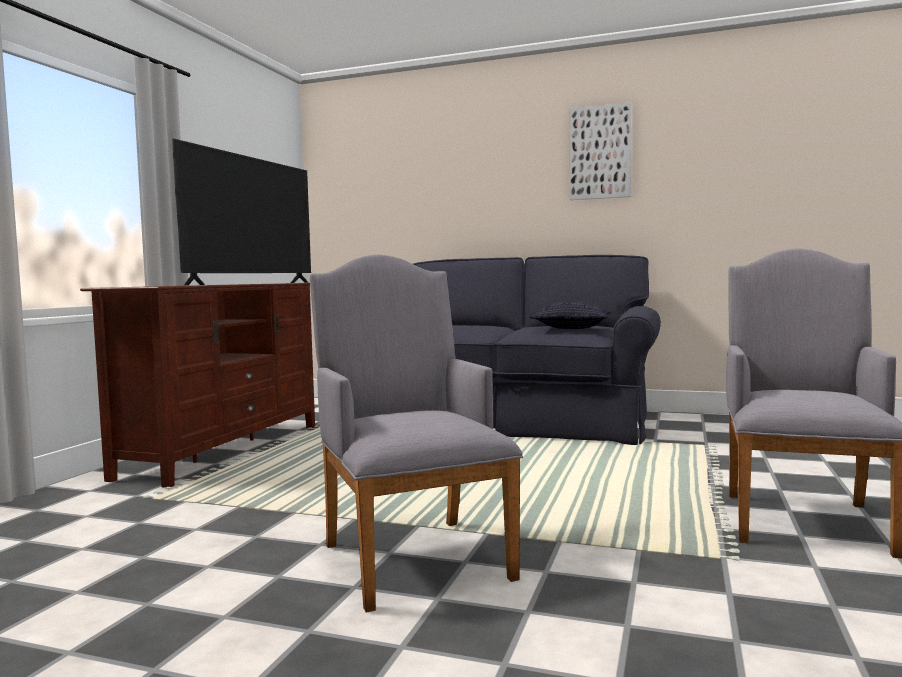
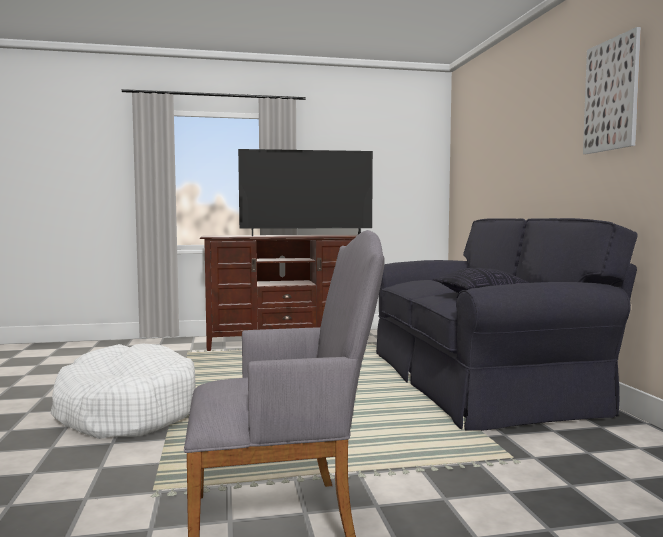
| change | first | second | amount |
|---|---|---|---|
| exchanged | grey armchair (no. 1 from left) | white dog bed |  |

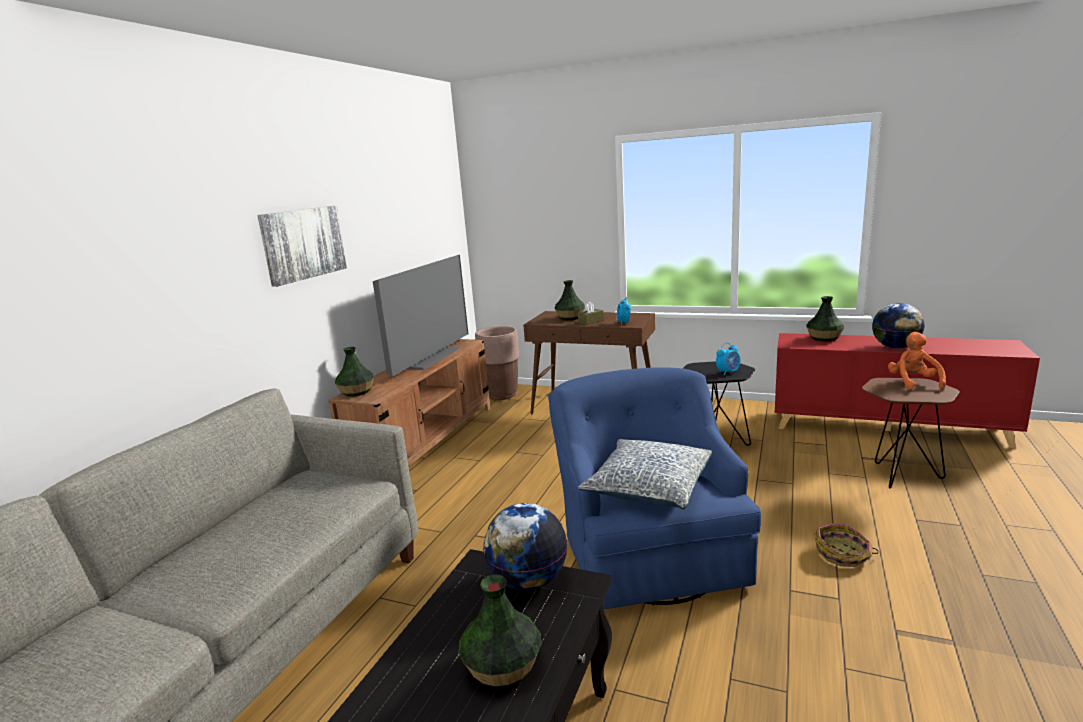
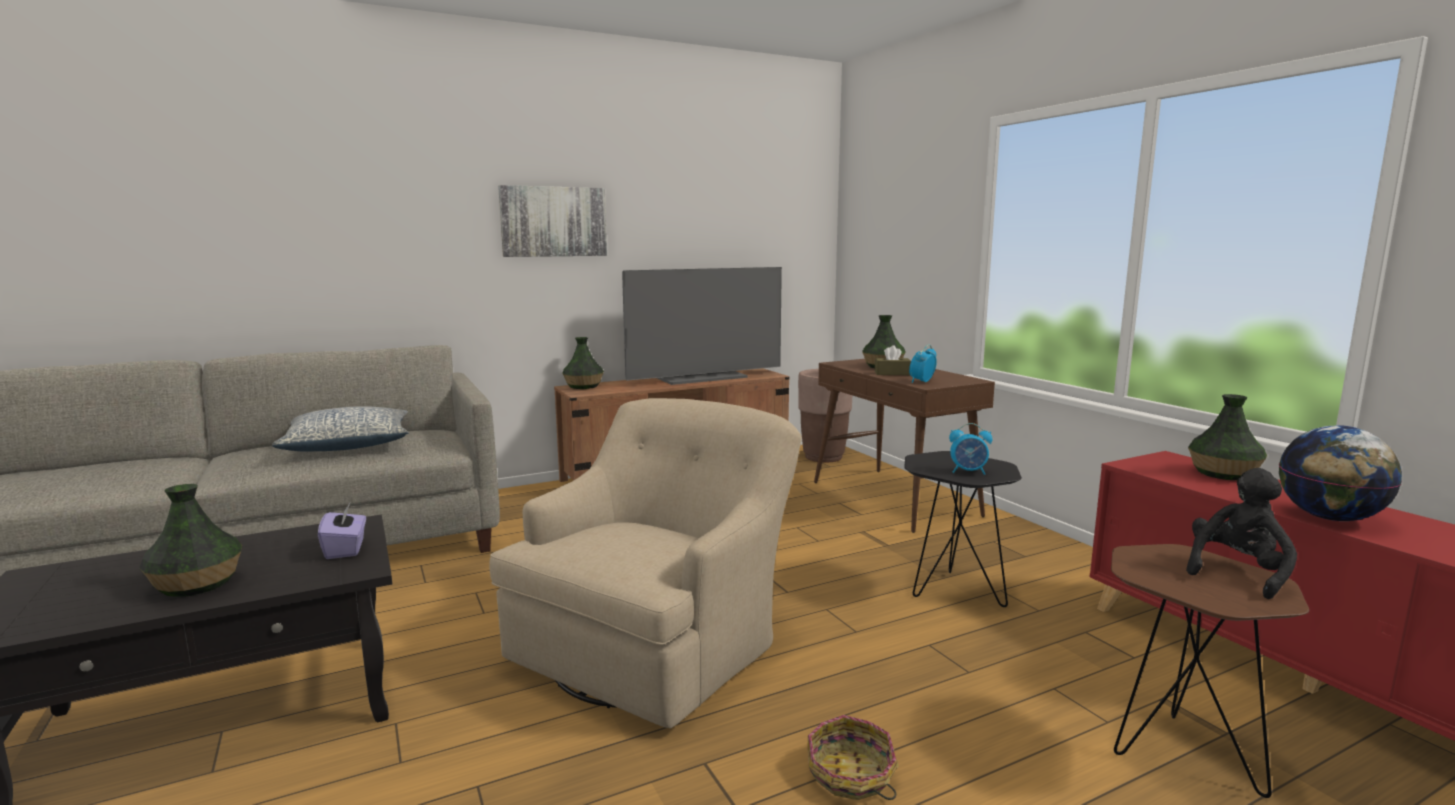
| change | first | second | amount |
|---|---|---|---|
| relocated | pillow |  |  |
| exchanged | globe (no. 1 from left) | purple tissue box |  |
| colour | blue armchair | beige armchair |  |
| colour | orange plush toy | black plush toy |  |

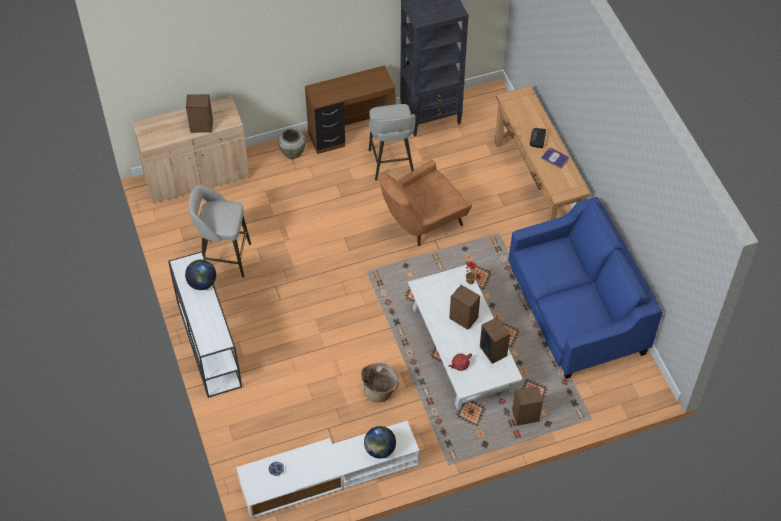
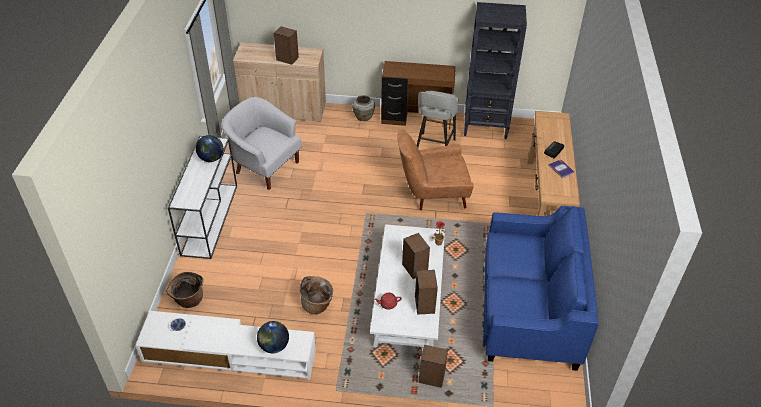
| change | first | second | amount |
|---|---|---|---|
| appeared |  | basket (no. 1 from left) |  |
| exchanged | grey stool (no. 1 from left) | white armchair |  |

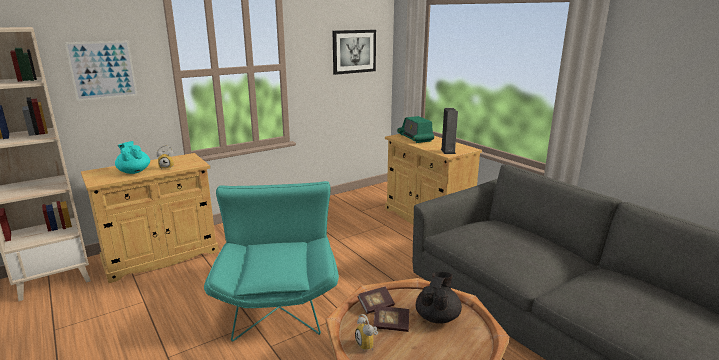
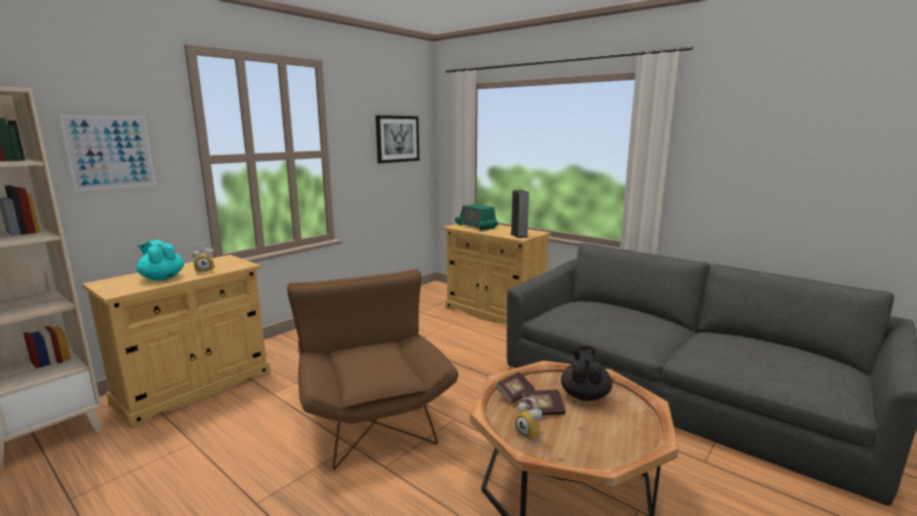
| change | first | second | amount |
|---|---|---|---|
| colour | turquoise armchair | brown armchair |  |

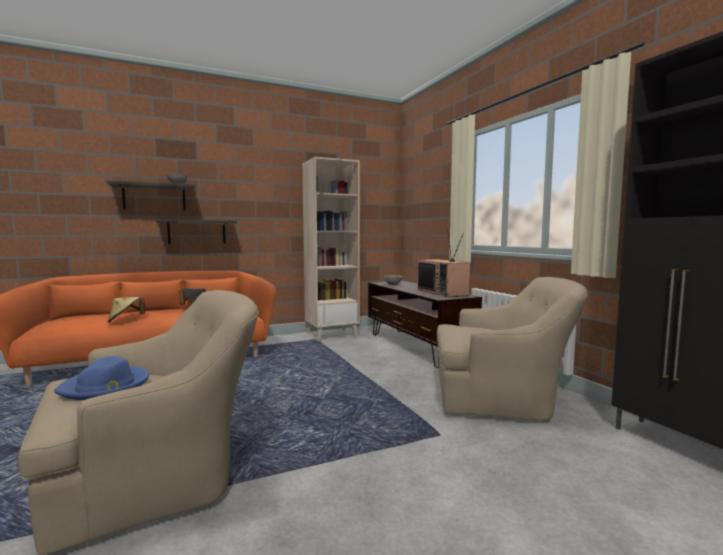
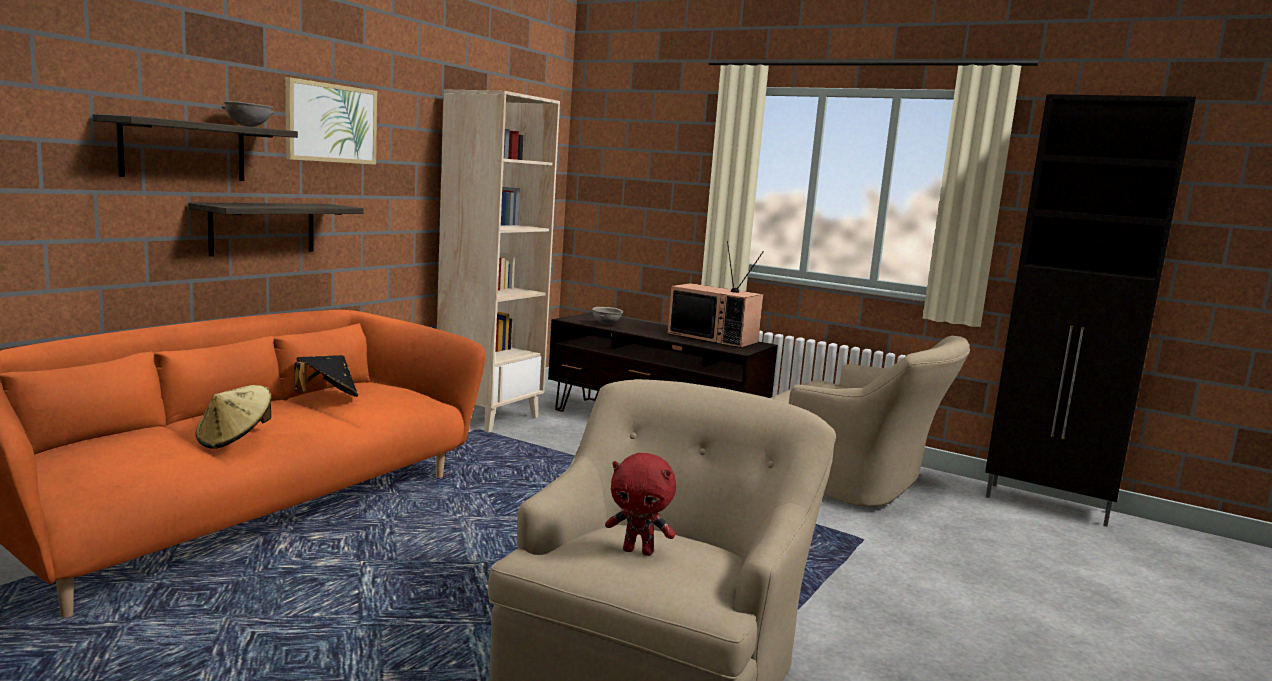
| change | first | second | amount |
|---|---|---|---|
| appeared |  | picture |  |
| exchanged | blue hat | red plush toy |  |
| spun | beige armchair (no. 2 from left) |  | 60 degrees clockwise |

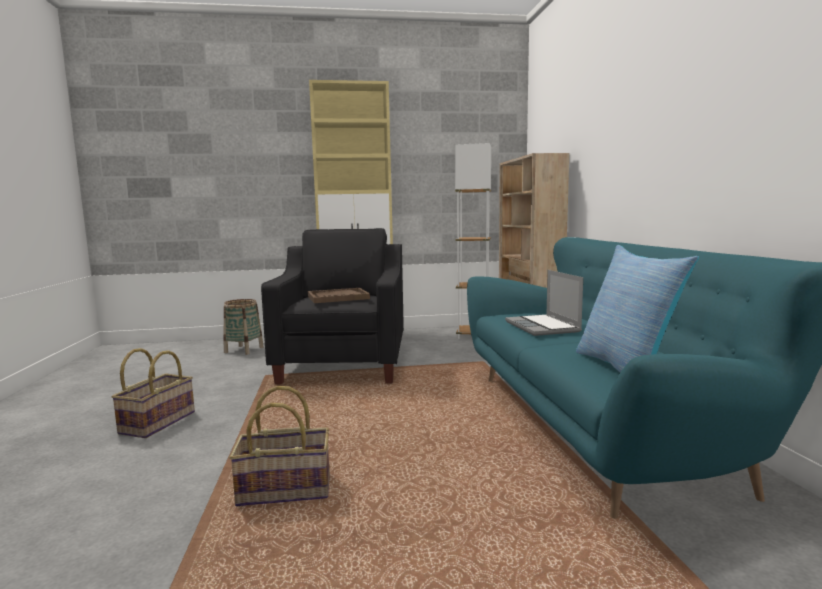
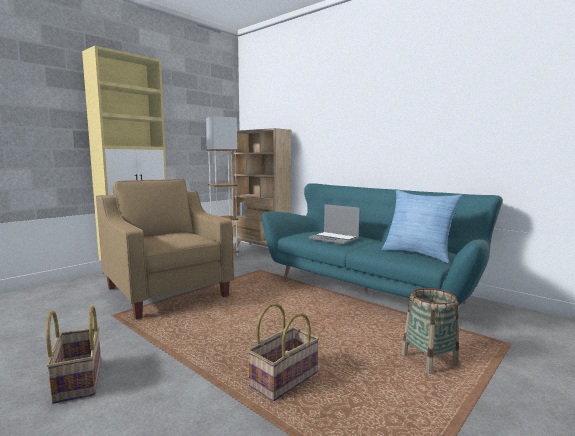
| change | first | second | amount |
|---|---|---|---|
| colour | black armchair | beige armchair |  |
| relocated | basket (no. 2 from left in the first image) | basket (no. 3 from left) |  |
| missing | brown tray |  |  |

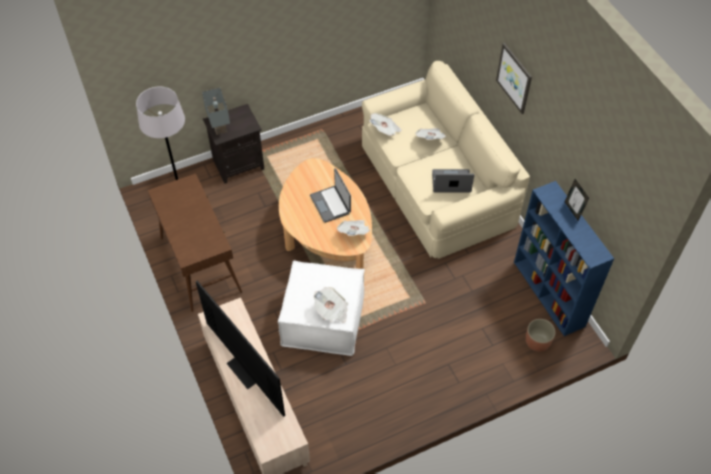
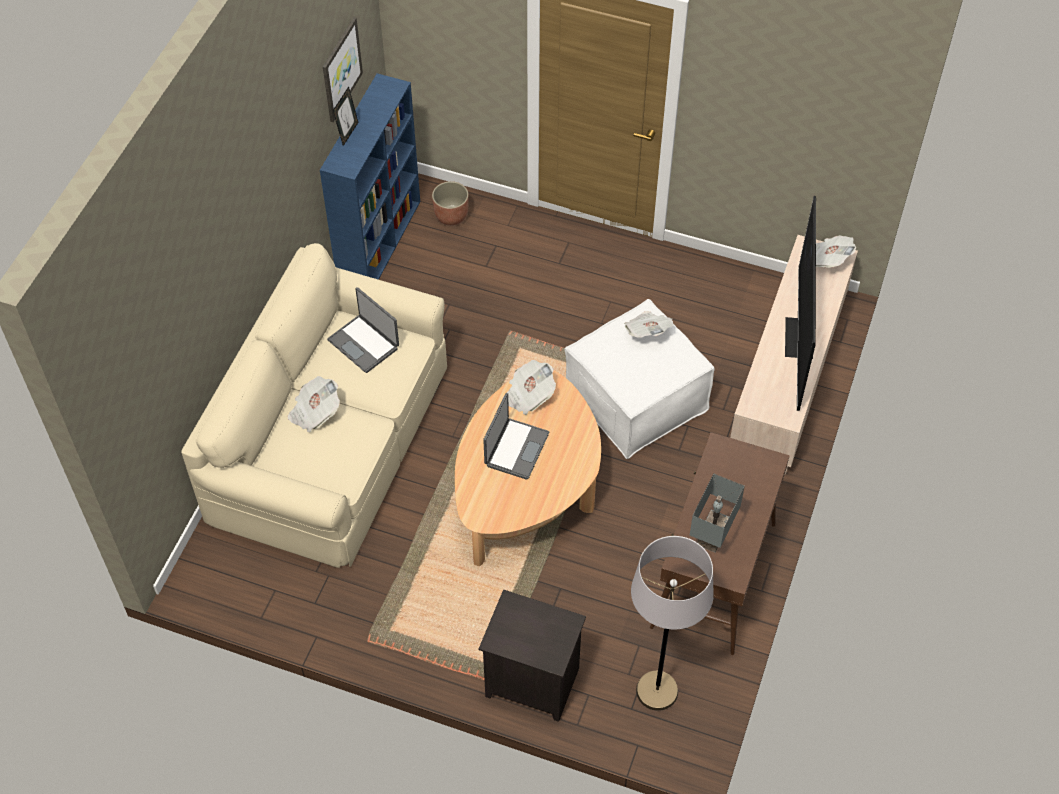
| change | first | second | amount |
|---|---|---|---|
| relocated | picture |  |  |
| relocated | grey table lamp |  |  |
| relocated | newspaper (no. 3 from left in the first image) | newspaper (no. 4 from left) |  |

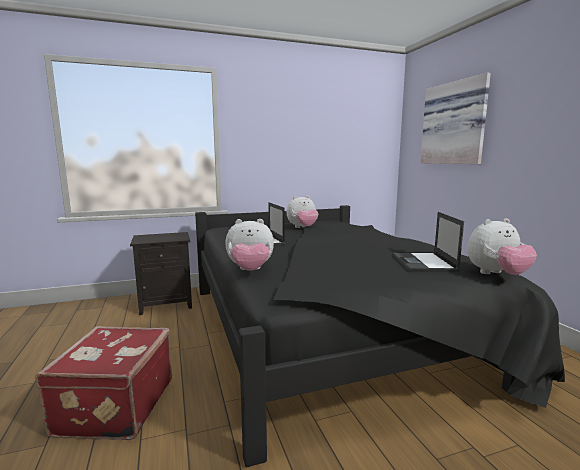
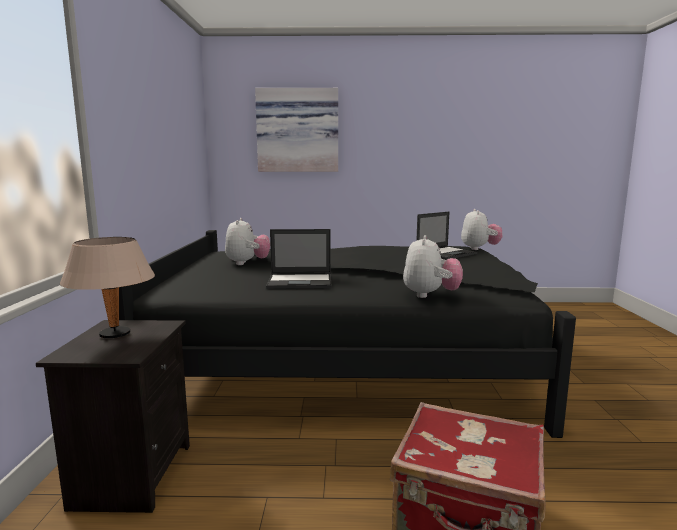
| change | first | second | amount |
|---|---|---|---|
| appeared |  | beige table lamp |  |
| spun | laptop (no. 2 from left) |  | 60 degrees counterclockwise |

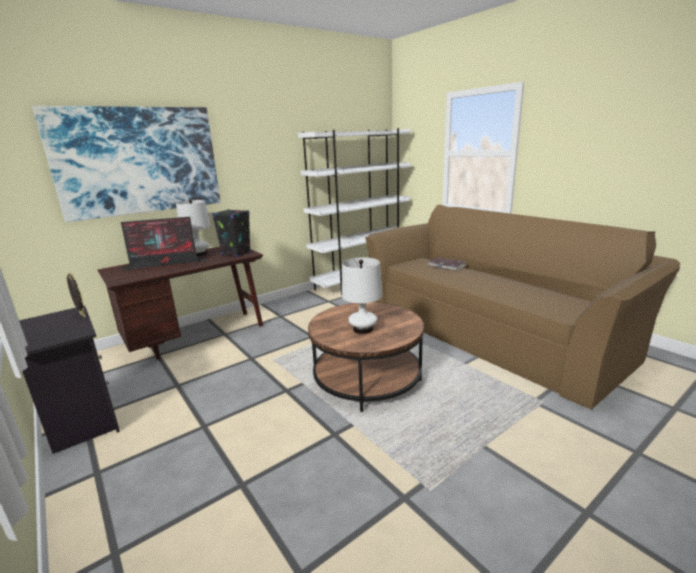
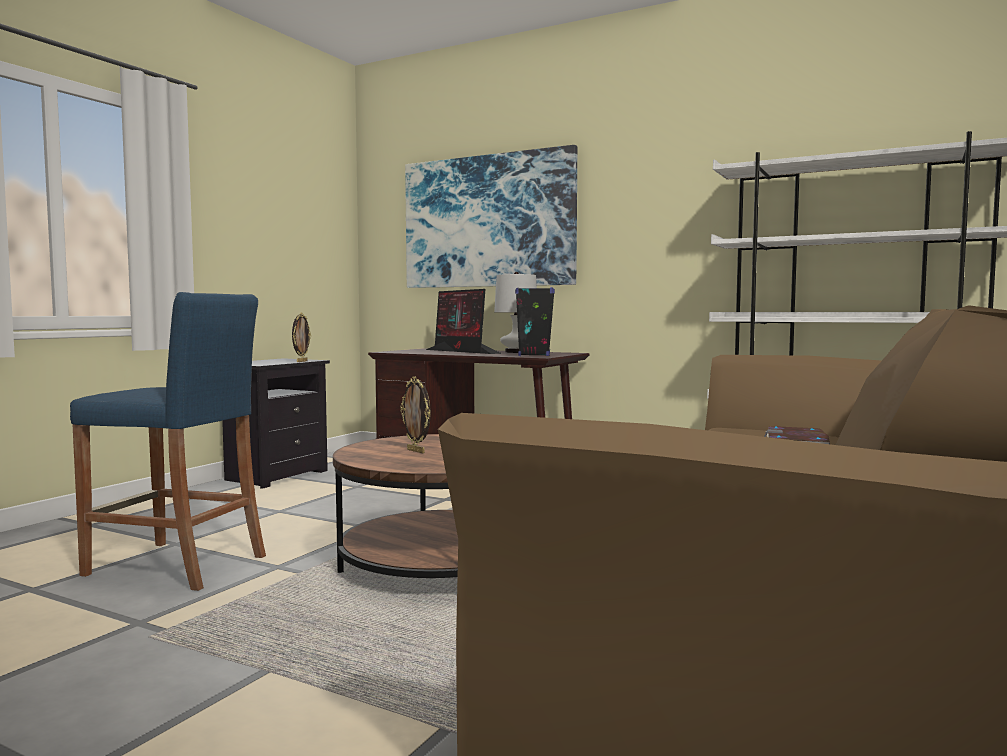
| change | first | second | amount |
|---|---|---|---|
| appeared |  | blue stool |  |
| exchanged | white table lamp (no. 2 from left) | picture frame (no. 2 from left) |  |

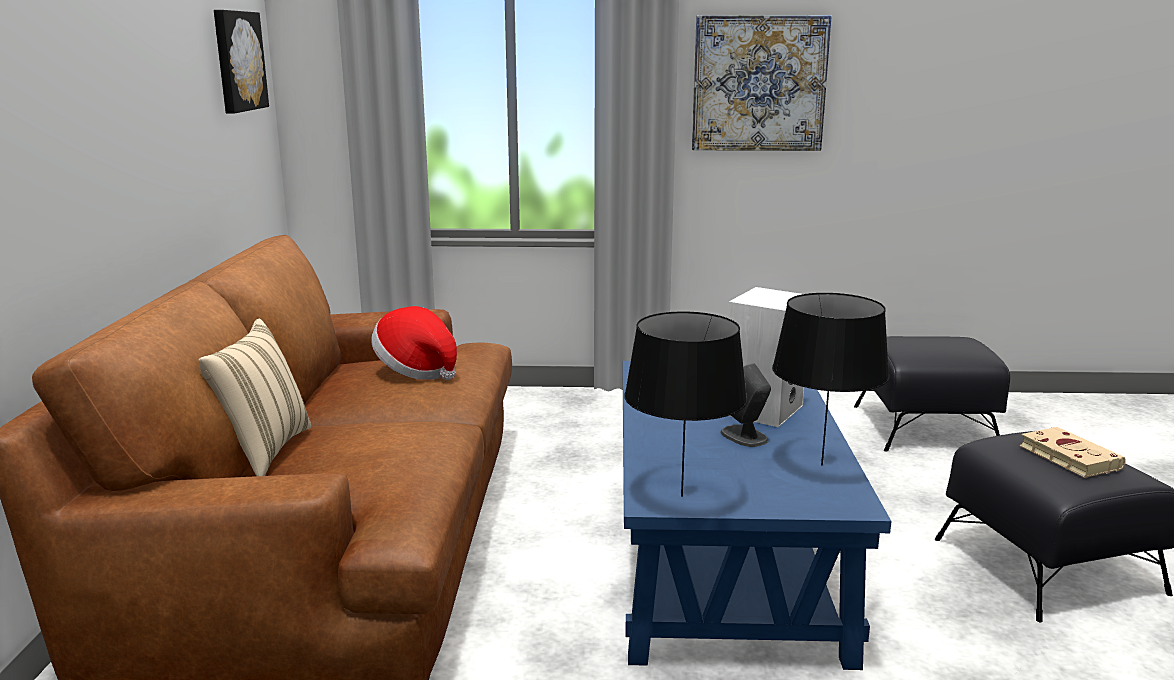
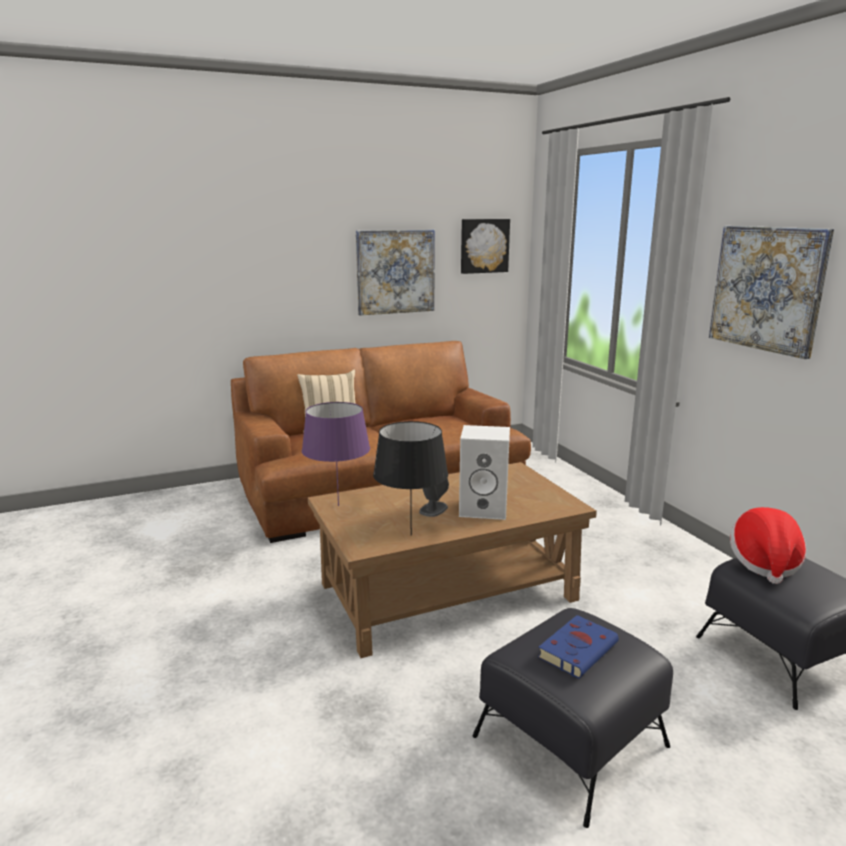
| change | first | second | amount |
|---|---|---|---|
| colour | black table lamp (no. 1 from left) | purple table lamp |  |
| colour | blue coffee table | brown coffee table |  |
| appeared |  | picture (no. 1 from left) |  |
| colour | beige book | blue book |  |
| relocated | hat |  |  |

